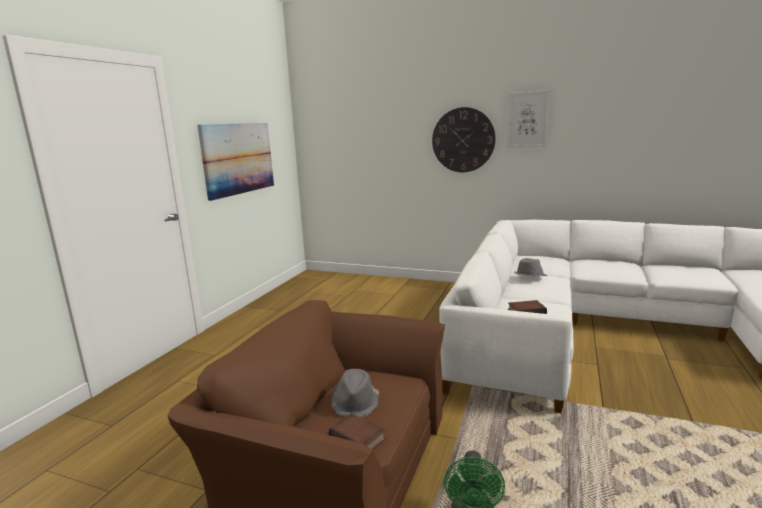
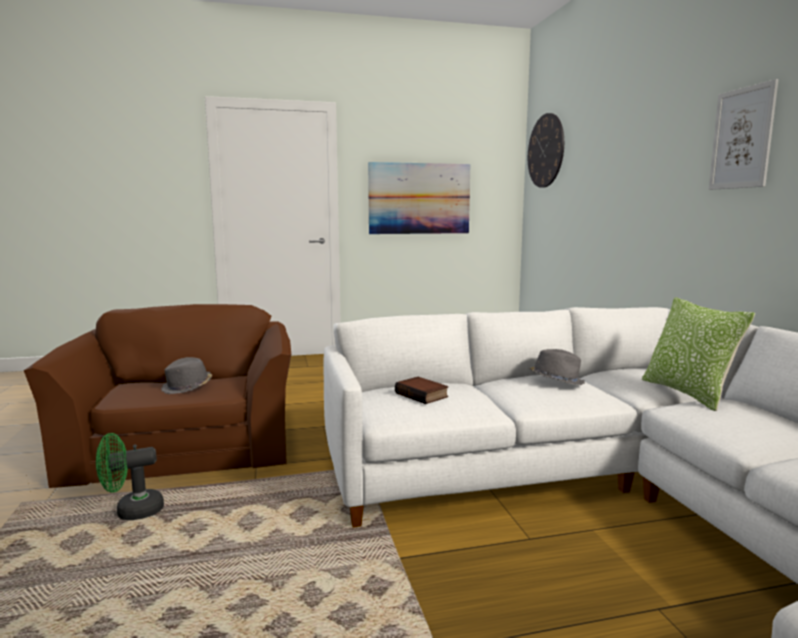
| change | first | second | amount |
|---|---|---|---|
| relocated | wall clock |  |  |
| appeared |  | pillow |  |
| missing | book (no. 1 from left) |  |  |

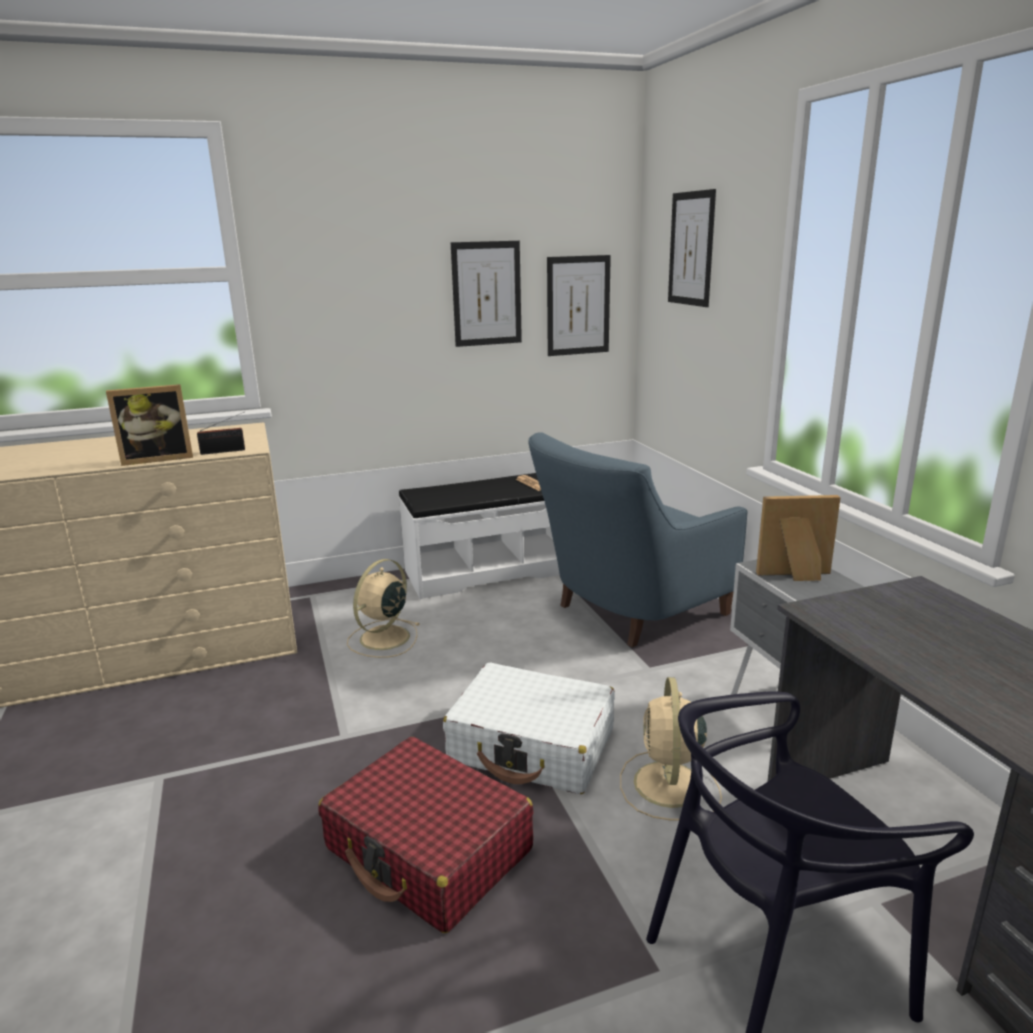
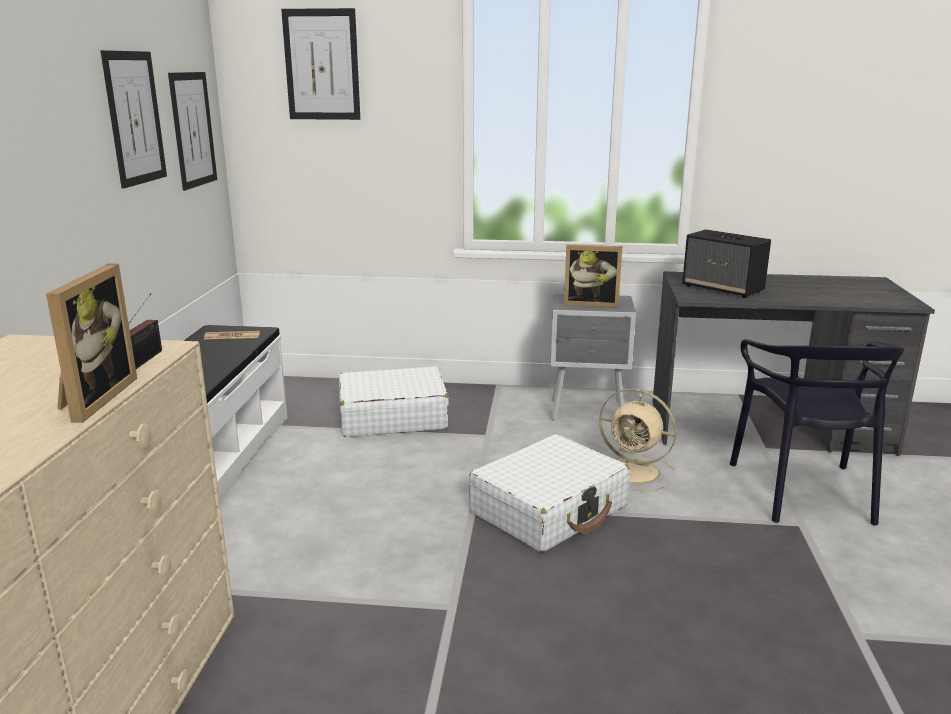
| change | first | second | amount |
|---|---|---|---|
| exchanged | blue armchair | white suitcase (no. 1 from left) |  |
| spun | picture frame (no. 2 from left) |  | 105 degrees counterclockwise |
| appeared |  | speaker |  |
| missing | red suitcase |  |  |
| missing | beige fan (no. 1 from left) |  |  |

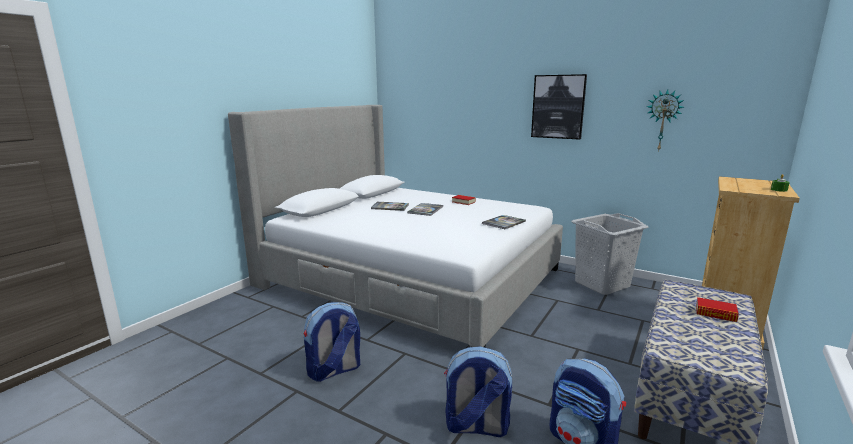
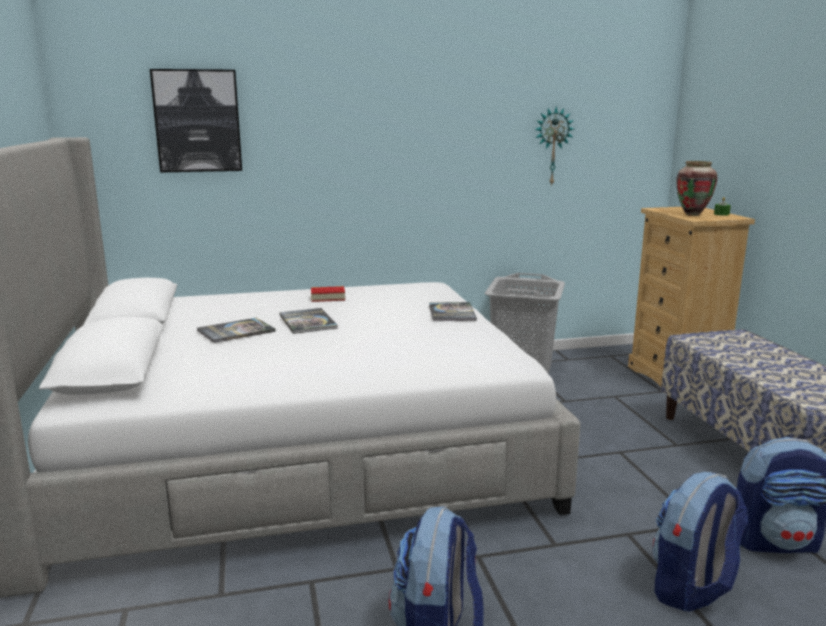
| change | first | second | amount |
|---|---|---|---|
| relocated | picture |  |  |
| appeared |  | vase |  |
| missing | book (no. 5 from left) |  |  |

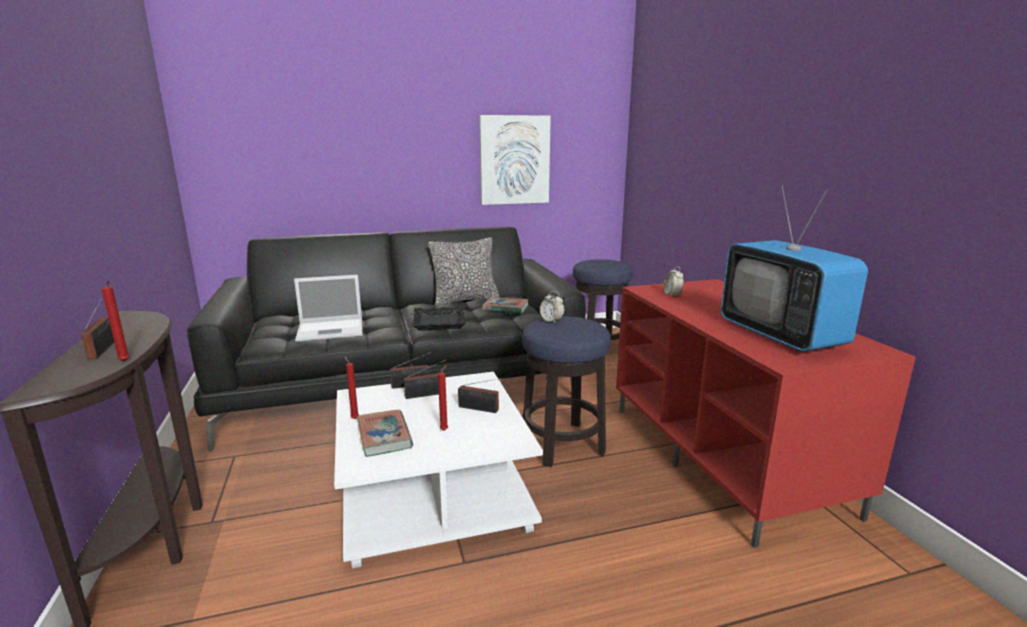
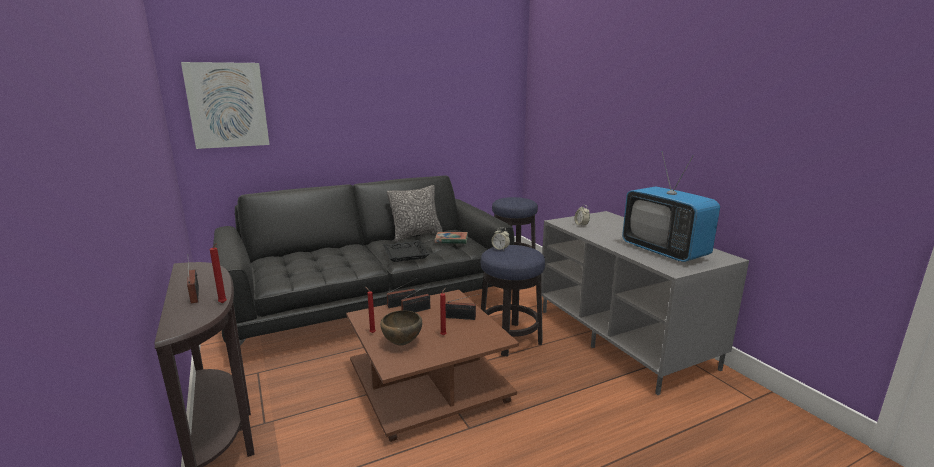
| change | first | second | amount |
|---|---|---|---|
| relocated | picture |  |  |
| colour | white coffee table | brown coffee table |  |
| exchanged | book (no. 1 from left) | brown bowl |  |
| colour | red tv stand | grey tv stand |  |
| missing | laptop |  |  |

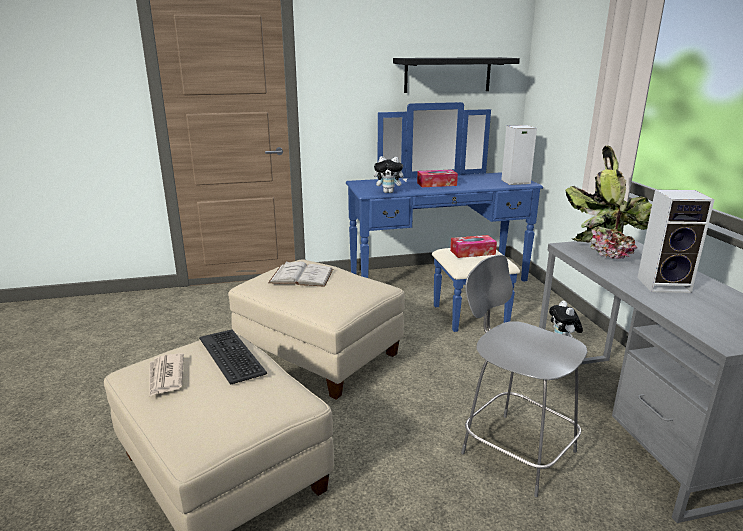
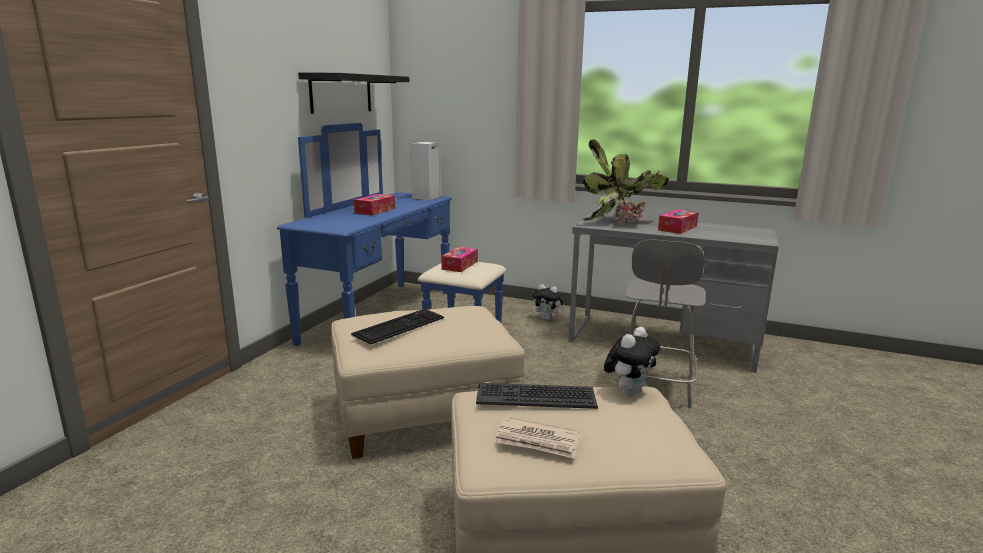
| change | first | second | amount |
|---|---|---|---|
| exchanged | white book | keyboard (no. 1 from left) |  |
| relocated | plush toy (no. 1 from left in the first image) | plush toy (no. 2 from left) |  |
| spun | grey chair |  | 60 degrees counterclockwise |
| exchanged | speaker (no. 2 from left) | tissue box (no. 3 from left) |  |

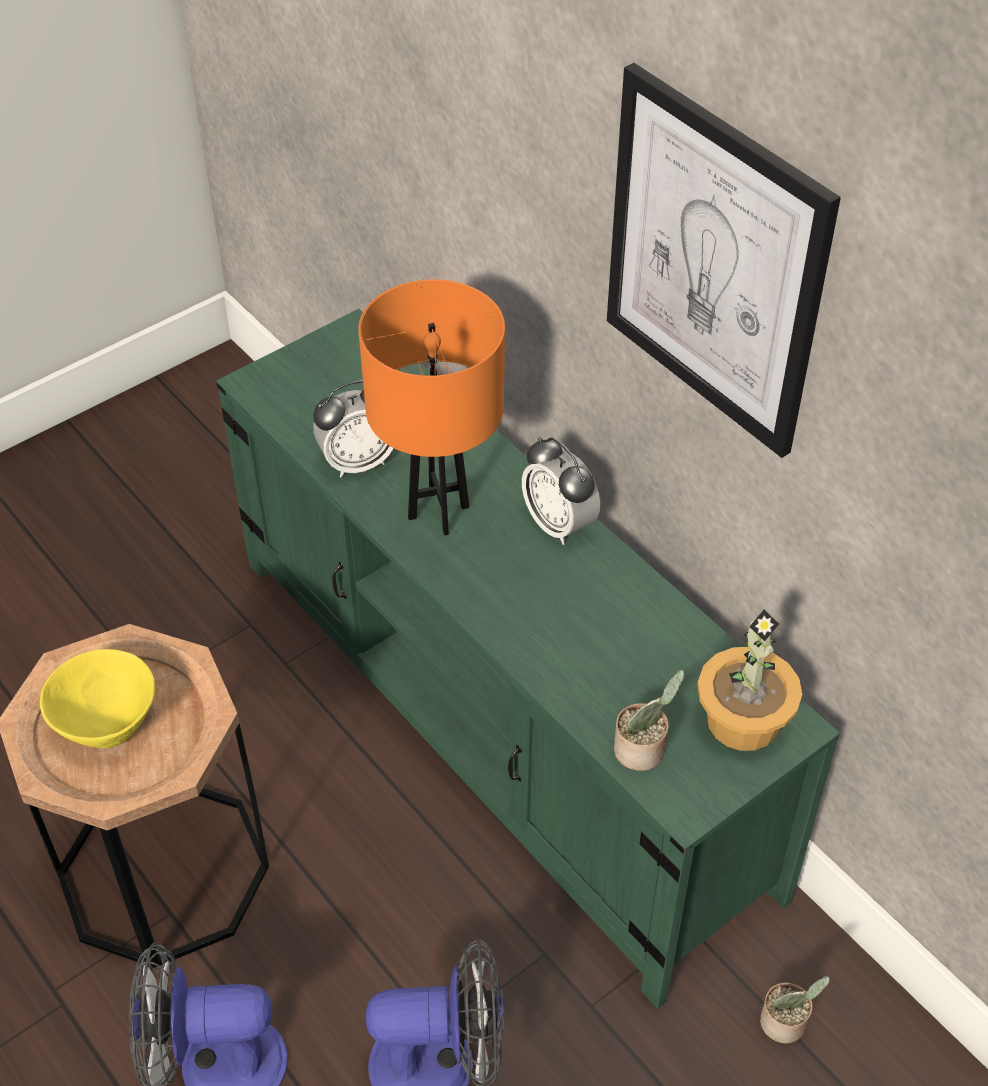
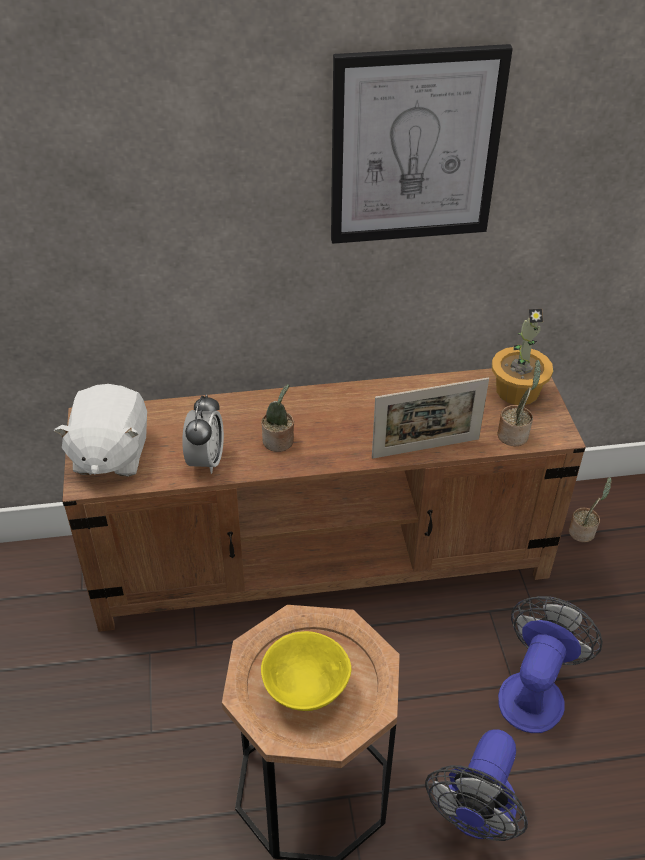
| change | first | second | amount |
|---|---|---|---|
| appeared |  | white plush toy |  |
| colour | green tv stand | brown tv stand |  |
| exchanged | orange table lamp | potted plant (no. 1 from left) |  |
| appeared |  | picture frame |  |
| missing | alarm clock (no. 2 from left) |  |  |

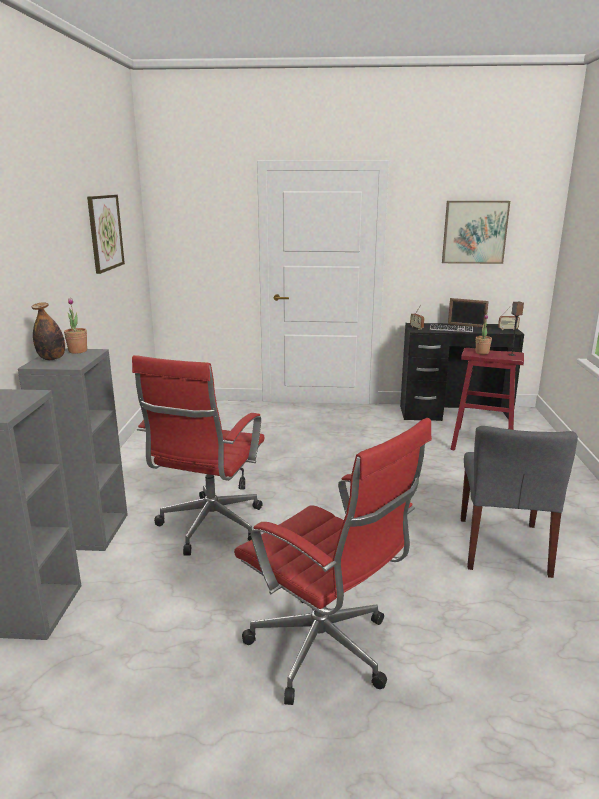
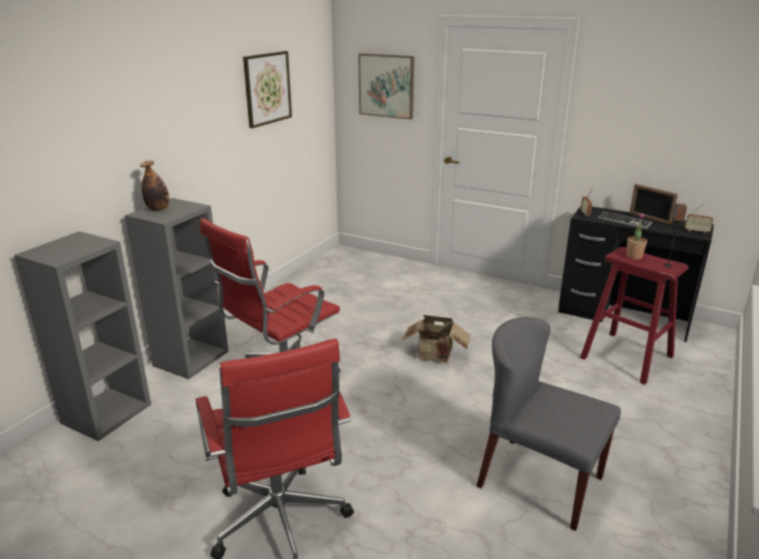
| change | first | second | amount |
|---|---|---|---|
| relocated | picture (no. 2 from left) |  |  |
| appeared |  | cardboard box |  |
| spun | grey chair |  | 90 degrees clockwise |
| missing | potted plant (no. 1 from left) |  |  |

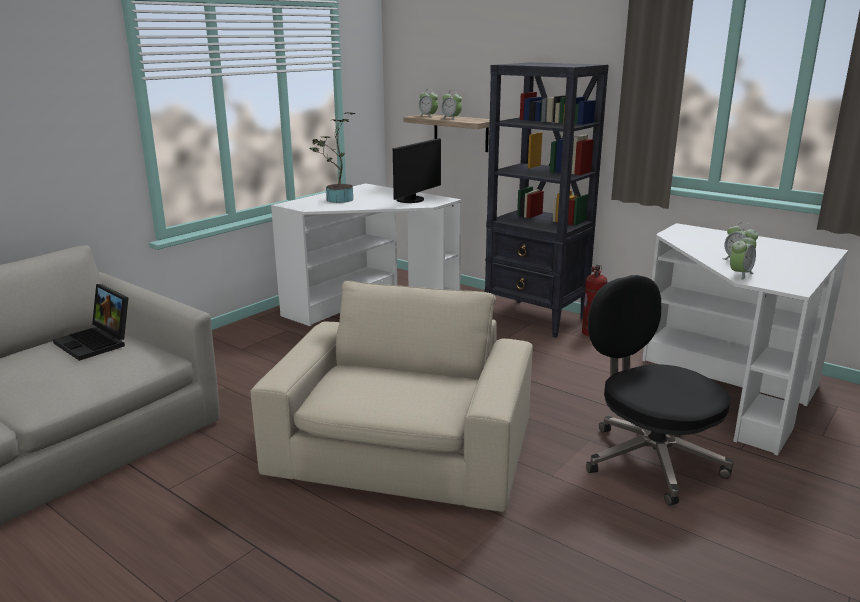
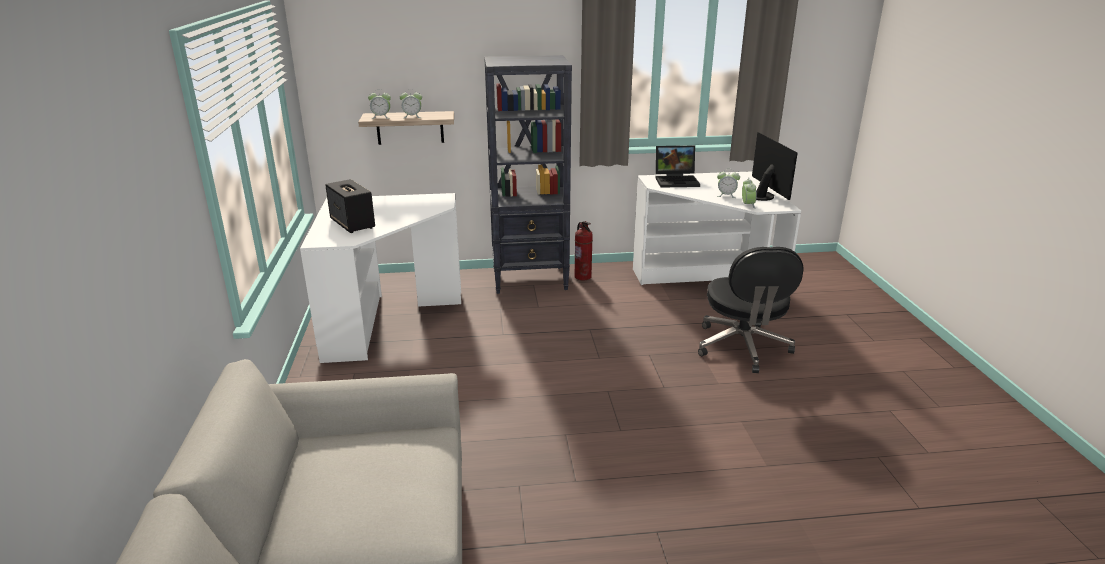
| change | first | second | amount |
|---|---|---|---|
| exchanged | potted plant | speaker |  |
| relocated | laptop |  |  |
| spun | black office chair |  | 105 degrees counterclockwise |
| relocated | monitor |  |  |
| missing | beige armchair |  |  |

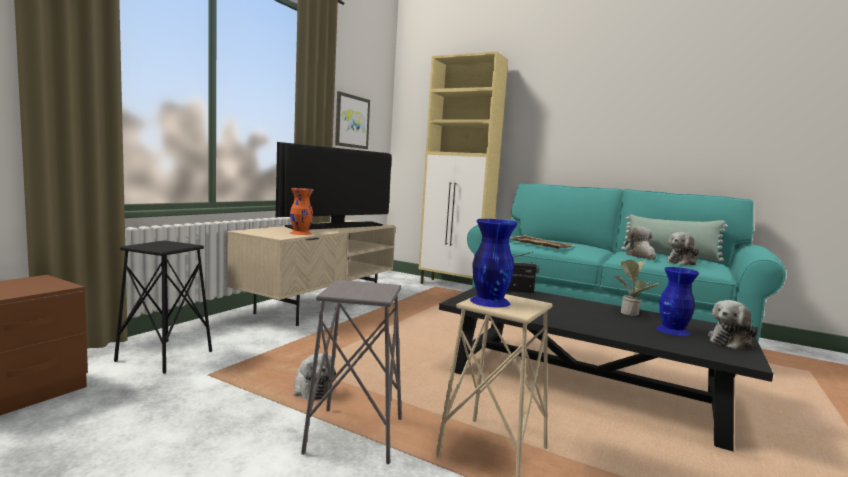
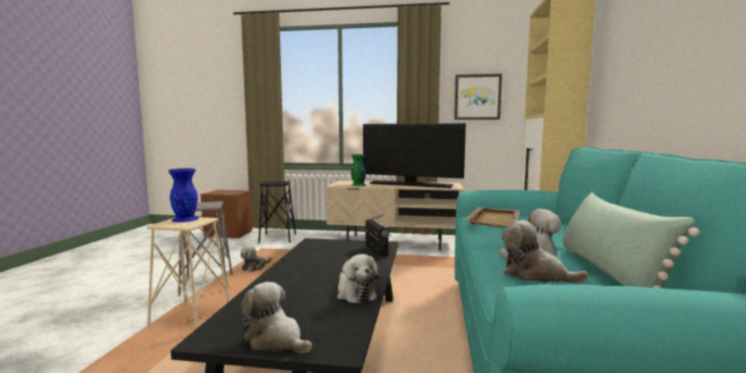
| change | first | second | amount |
|---|---|---|---|
| exchanged | potted plant | plush toy (no. 3 from left) |  |
| colour | orange vase | green vase |  |
| missing | blue vase (no. 2 from left) |  |  |

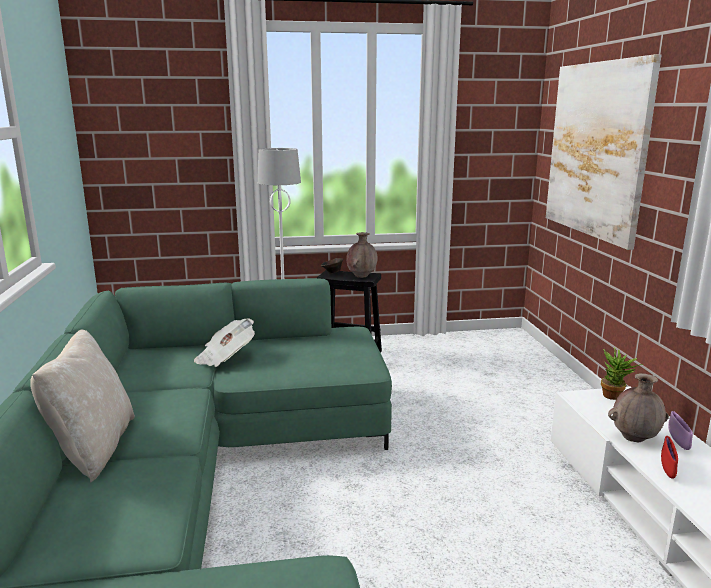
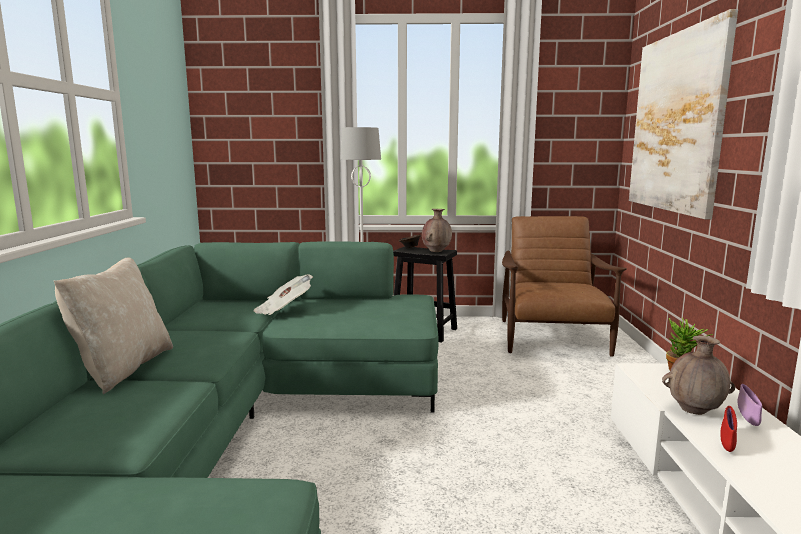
| change | first | second | amount |
|---|---|---|---|
| appeared |  | brown armchair |  |

